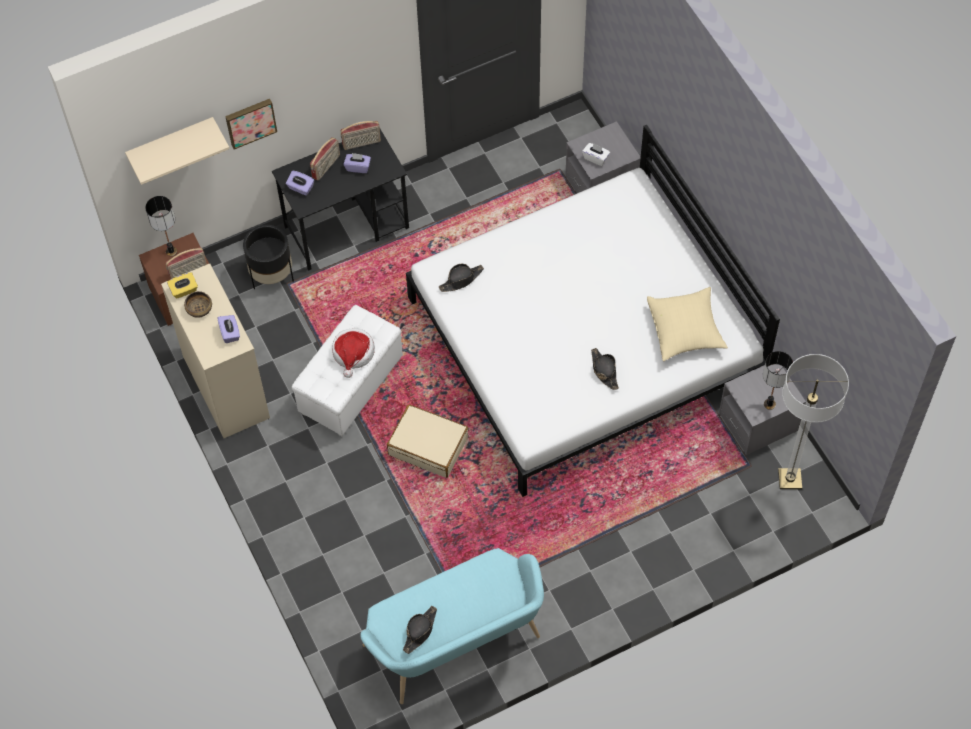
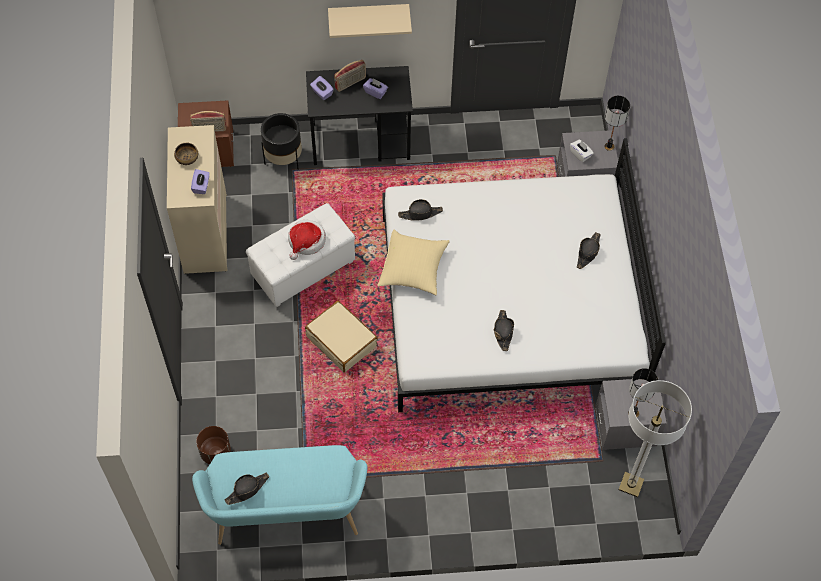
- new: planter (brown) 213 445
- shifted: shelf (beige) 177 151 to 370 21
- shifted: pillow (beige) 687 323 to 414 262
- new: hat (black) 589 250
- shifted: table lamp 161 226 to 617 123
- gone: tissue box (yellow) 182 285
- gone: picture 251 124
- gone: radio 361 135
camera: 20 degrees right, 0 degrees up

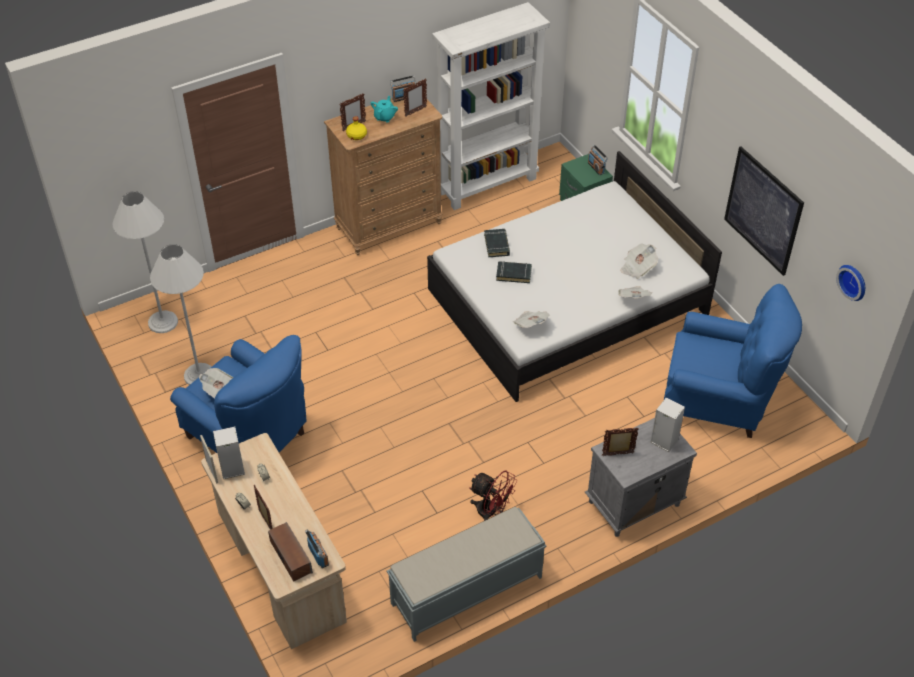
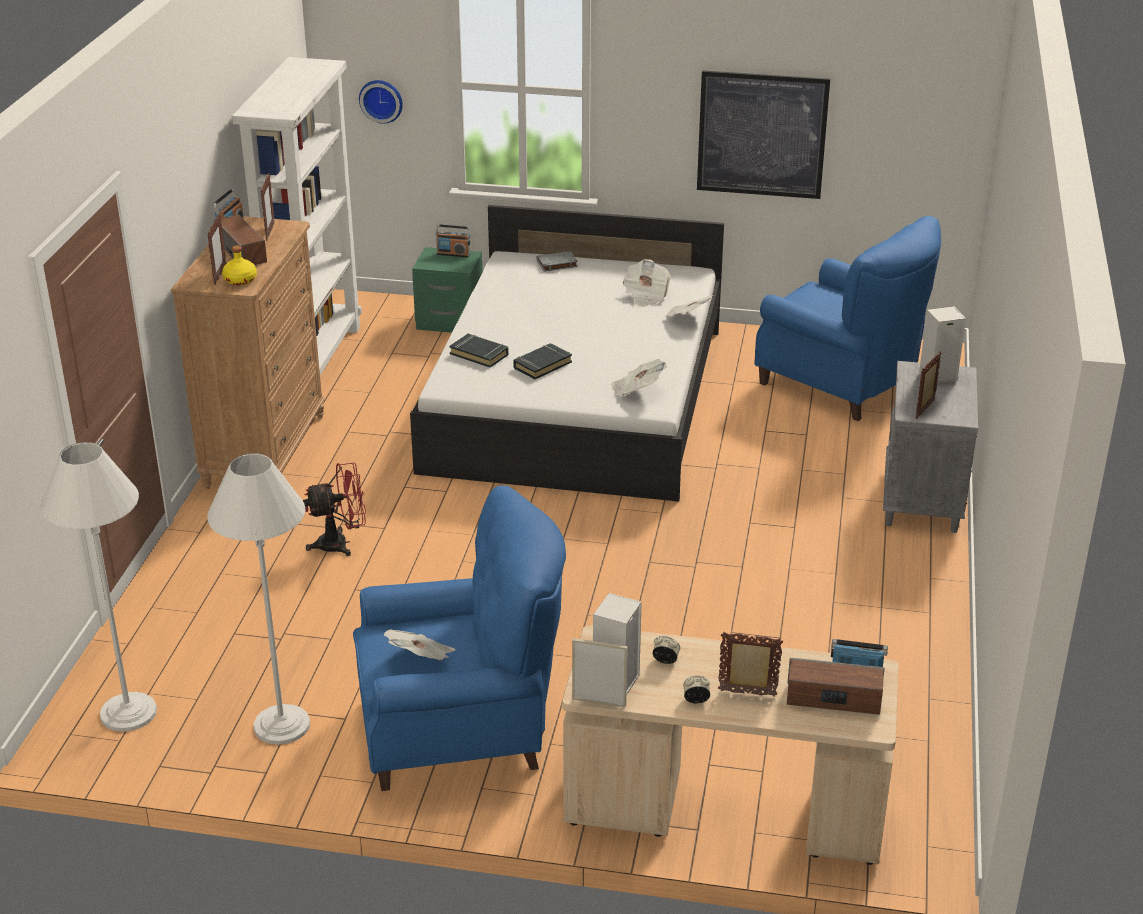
- swapped: teapot (turquoise) 384 109 to speaker 240 240
- shifted: fan (red) 493 496 to 334 509
- shifted: wall clock 850 283 to 381 102
- new: book (grey) 557 261
- rotated: armchair (blue) 733 361 = 847 318 75 degrees clockwise
- gone: bench (grey) 466 574
camera: 50 degrees left, 15 degrees down

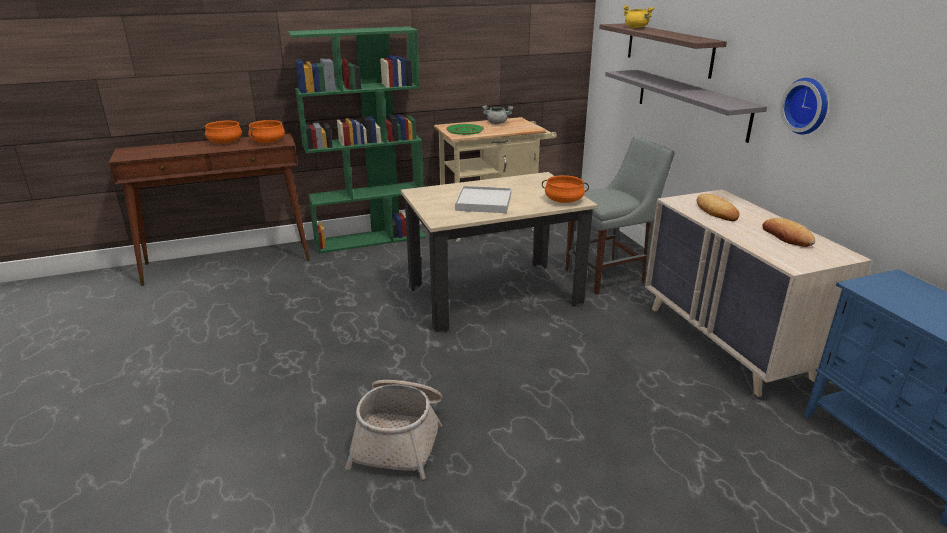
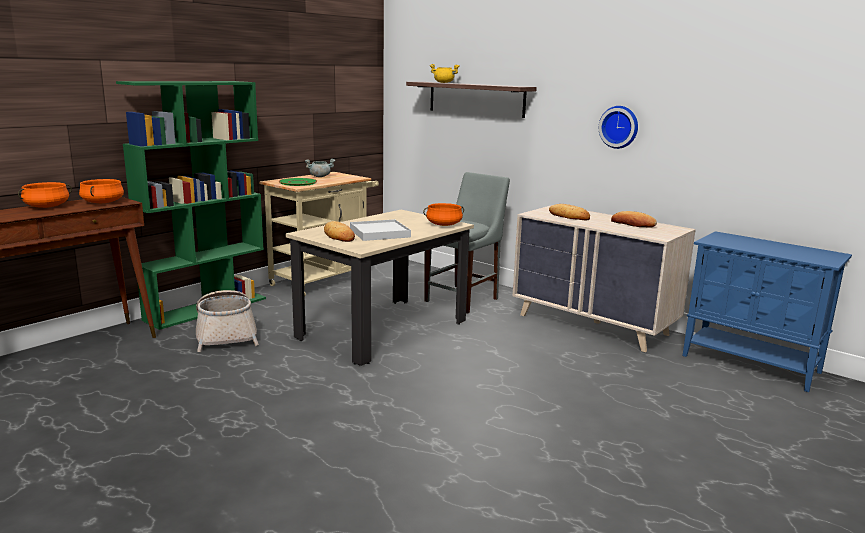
- shifted: basket 393 430 to 227 321
- new: bread 339 231
- gone: shelf (grey) 686 106
camera: 30 degrees left, 10 degrees down

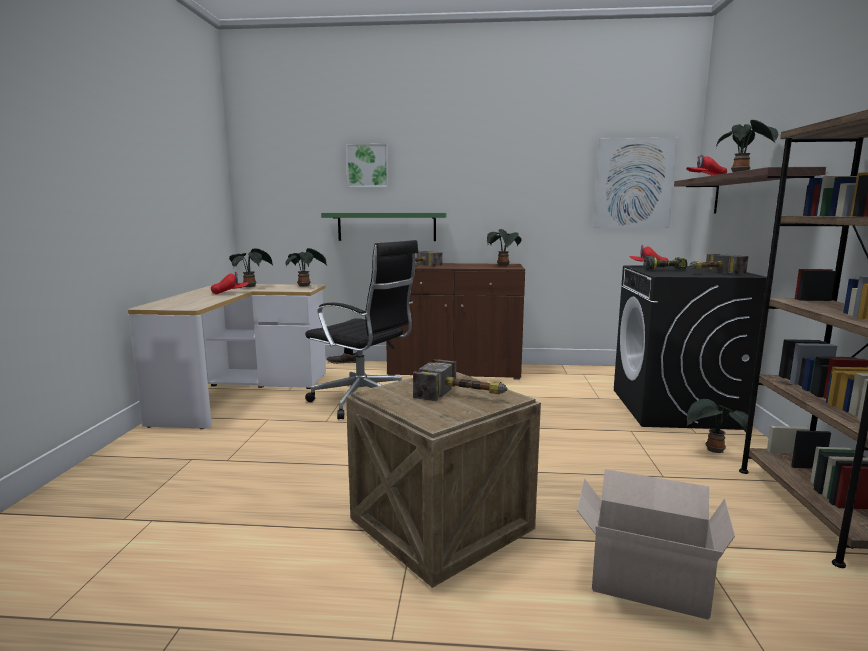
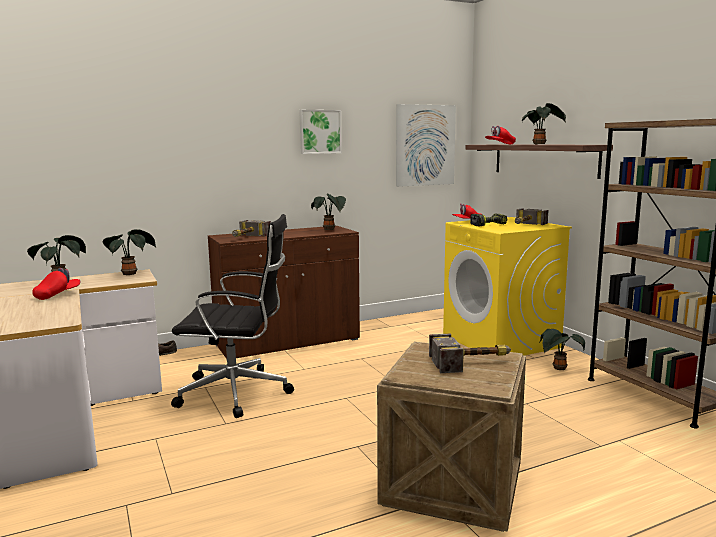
- shifted: picture 367 166 to 320 132
- repainted: washing machine (black) 690 347 to washing machine (yellow) 507 286
- gone: shelf (green) 384 227
- gone: cardboard box 656 544
camera: 30 degrees left, 0 degrees up

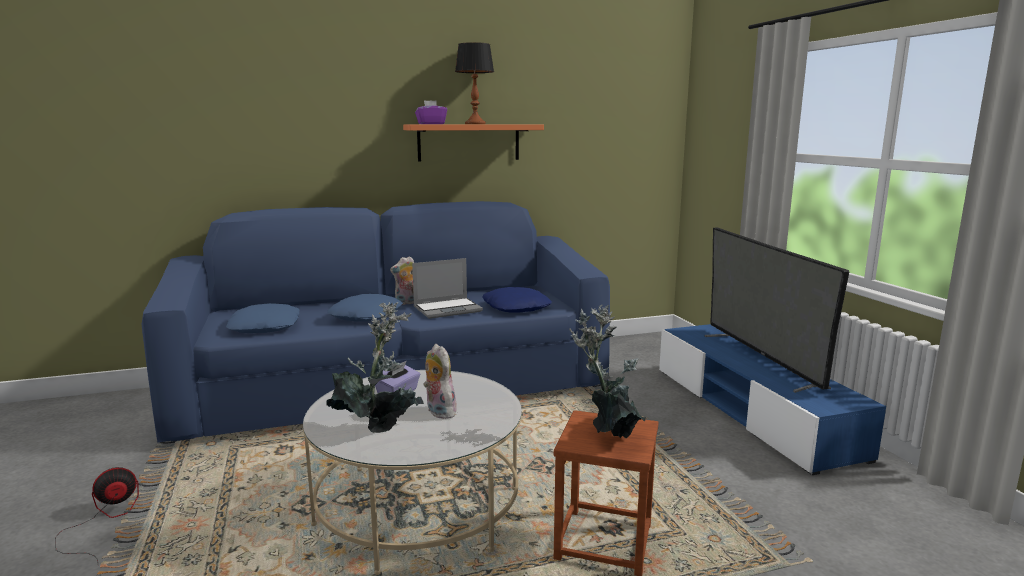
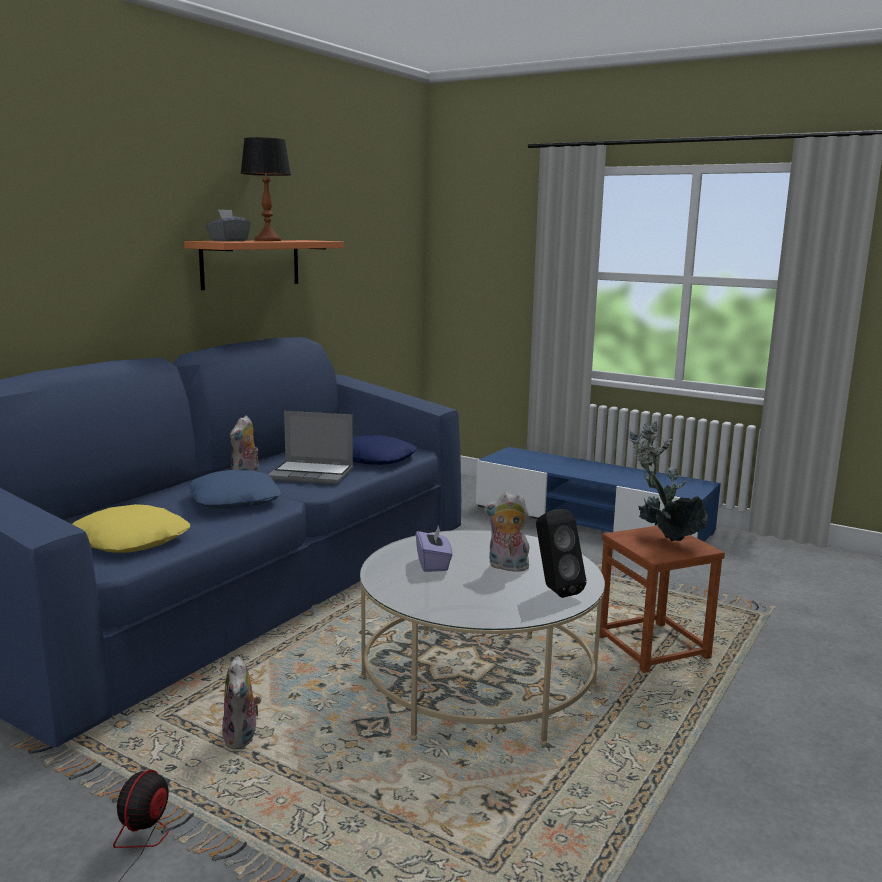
- repainted: pillow (blue) 262 318 to pillow (yellow) 131 528
- repainted: tissue box (purple) 431 112 to tissue box (grey) 228 225
- new: plush toy 241 702
- rotated: laptop 447 288 = 310 448 75 degrees clockwise
- new: speaker (black) 561 553
- gone: potted plant 375 367
- gone: television 777 310
camera: 40 degrees left, 0 degrees up

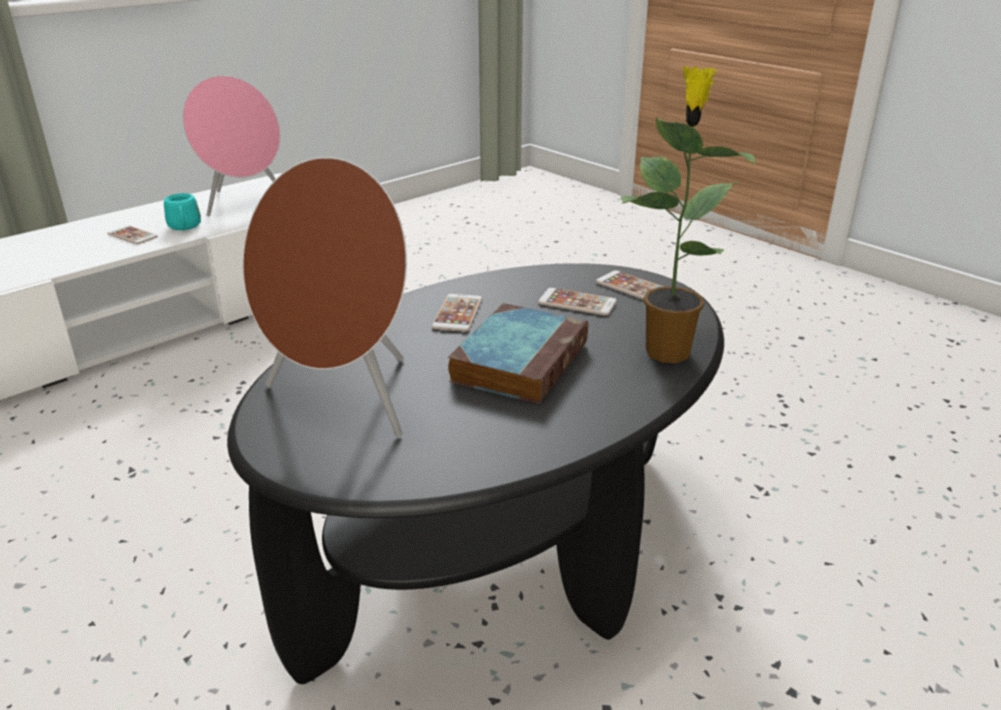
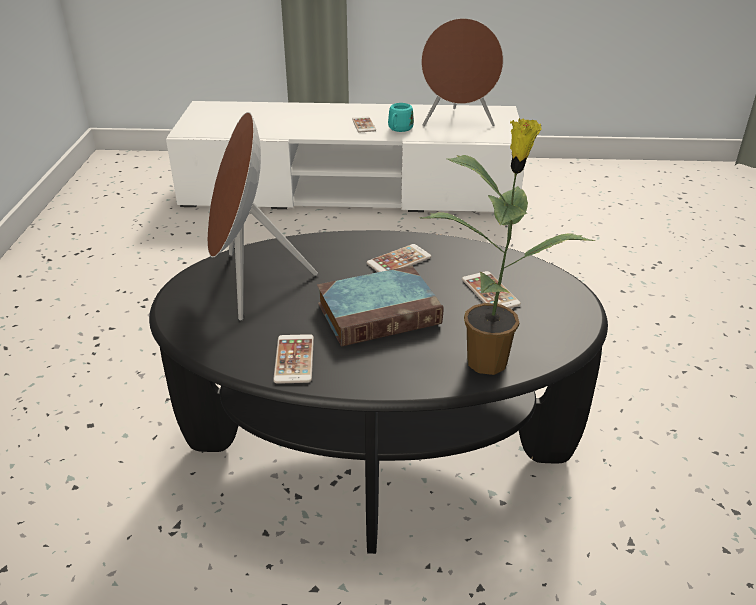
- shifted: phone 630 285 to 293 359
- repainted: speaker (pink) 231 145 to speaker (brown) 462 72
camera: 45 degrees right, 5 degrees up

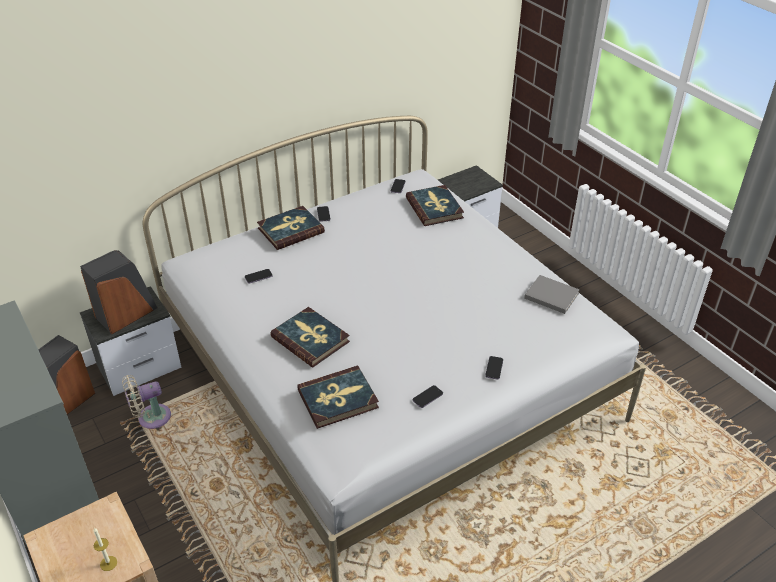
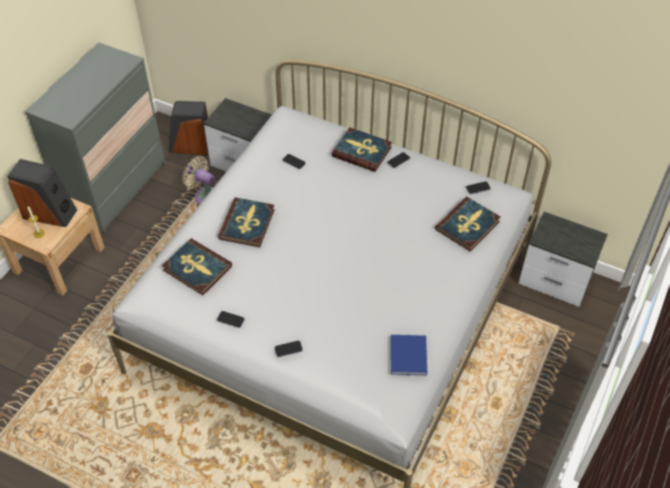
- shifted: speaker 118 292 to 42 193
- repainted: book (grey) 552 294 to book (blue) 408 355
camera: 60 degrees right, 10 degrees up

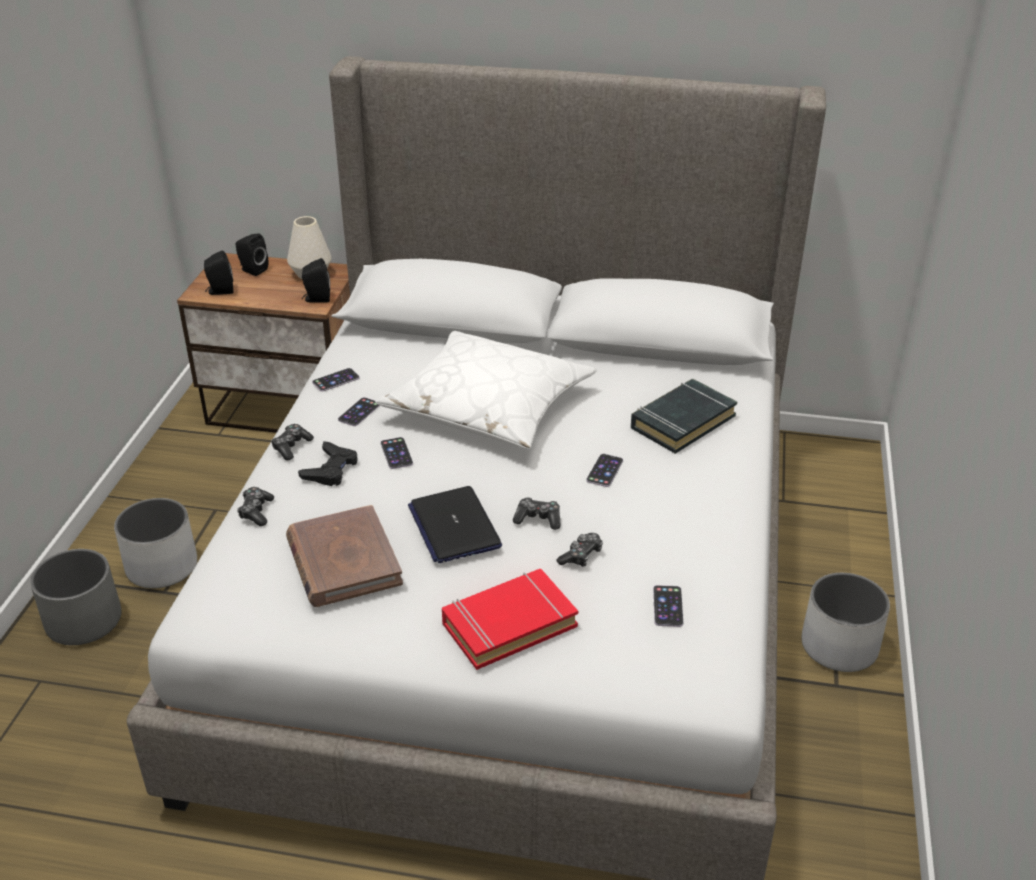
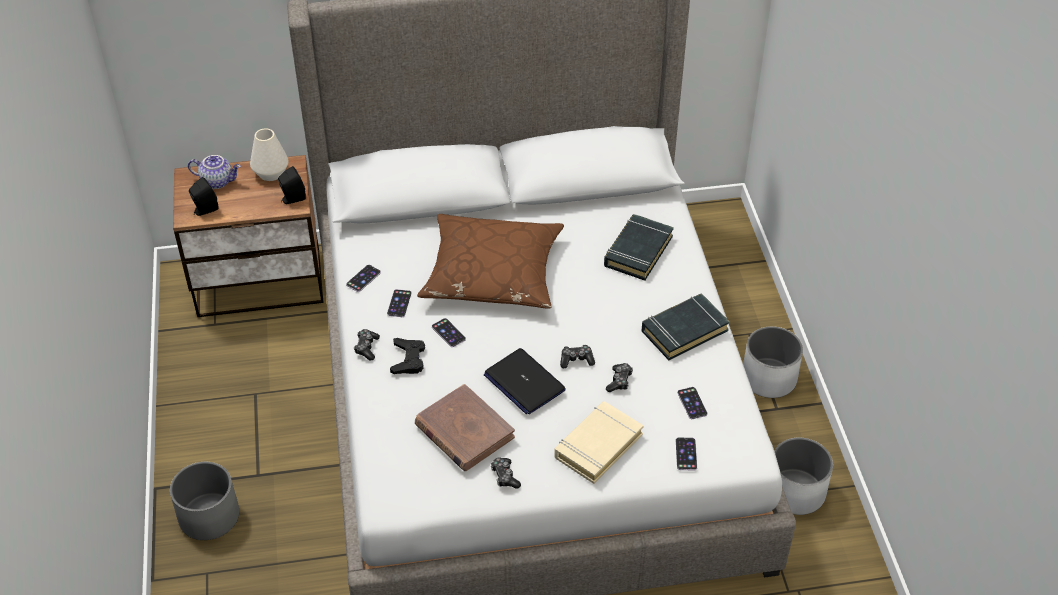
- swapped: speaker (black) 252 254 to teapot 214 172
- repainted: pillow (white) 486 390 to pillow (brown) 490 261
- shifted: game controller 255 506 to 506 473
- repainted: book (red) 510 619 to book (beige) 599 442
- new: book (black) 686 327
- shifted: phone 604 470 to 686 454
- shifted: planter (white) 155 543 to 803 476
camera: 20 degrees left, 10 degrees up

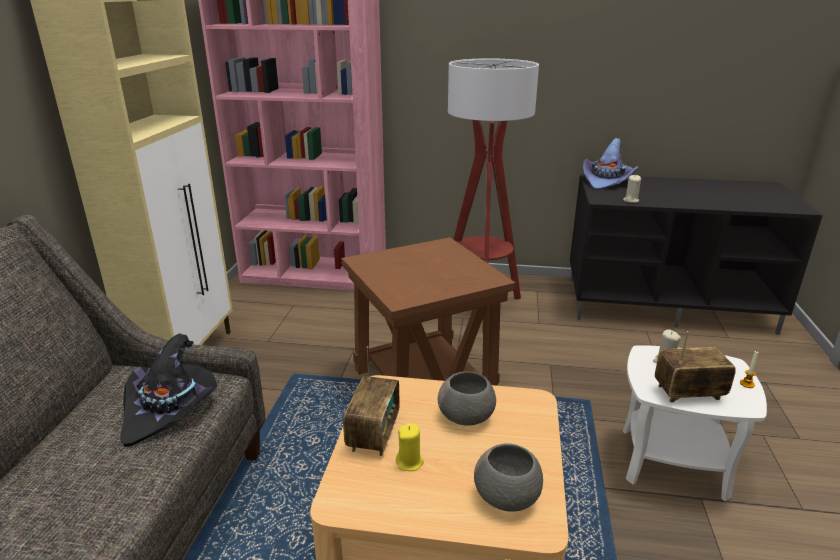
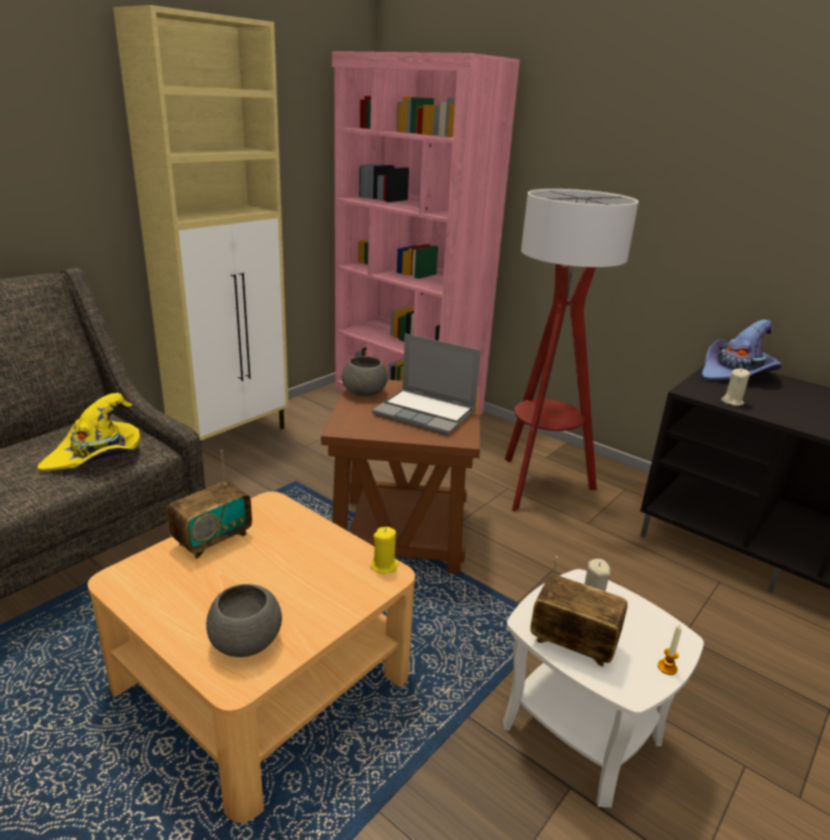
- repainted: hat (black) 168 390 to hat (yellow) 88 432
- shifted: bowl (grey) 467 399 to 365 376
- shifted: candle (yellow) 410 447 to 384 550
- new: laptop 426 384
camera: 30 degrees right, 0 degrees up

